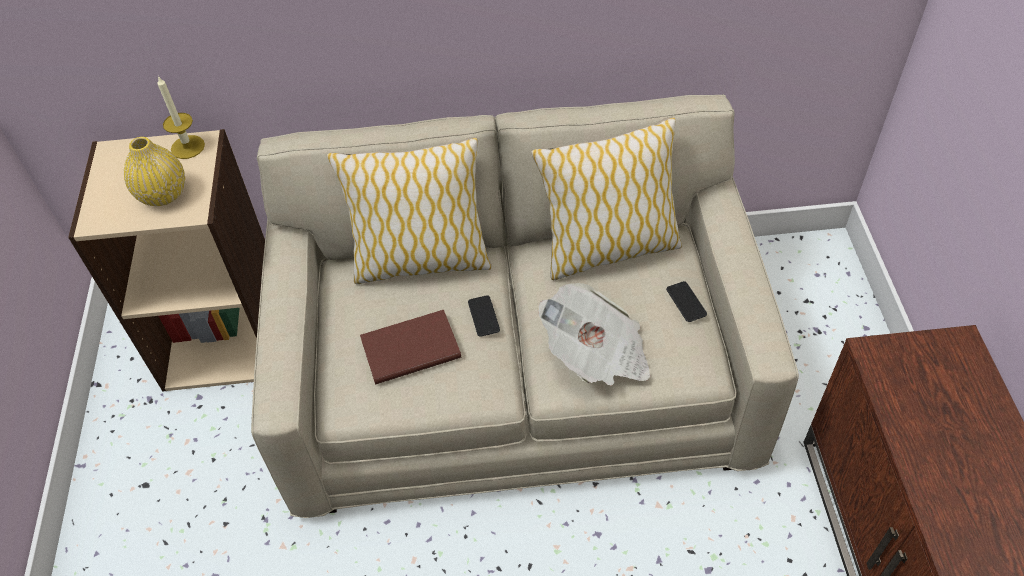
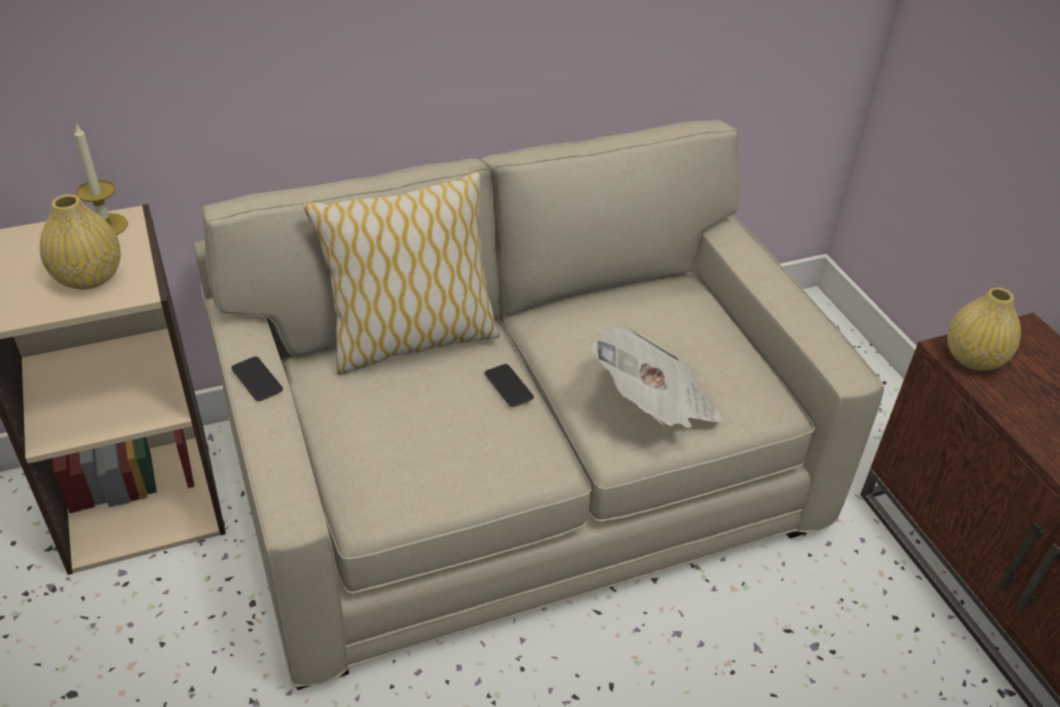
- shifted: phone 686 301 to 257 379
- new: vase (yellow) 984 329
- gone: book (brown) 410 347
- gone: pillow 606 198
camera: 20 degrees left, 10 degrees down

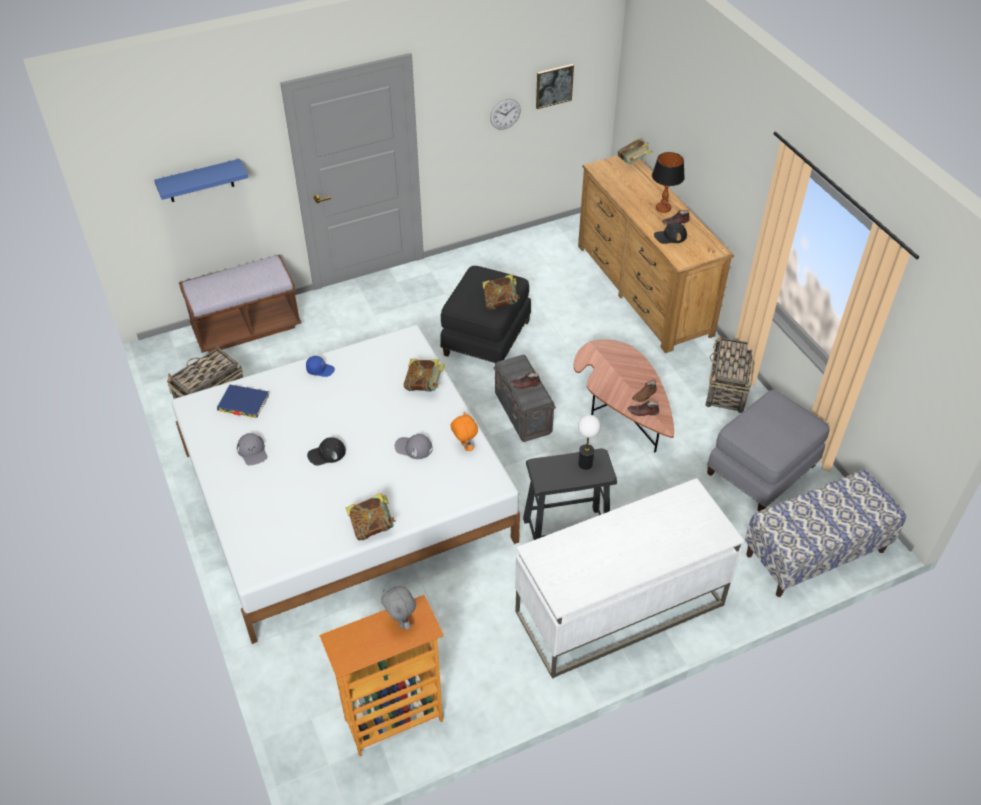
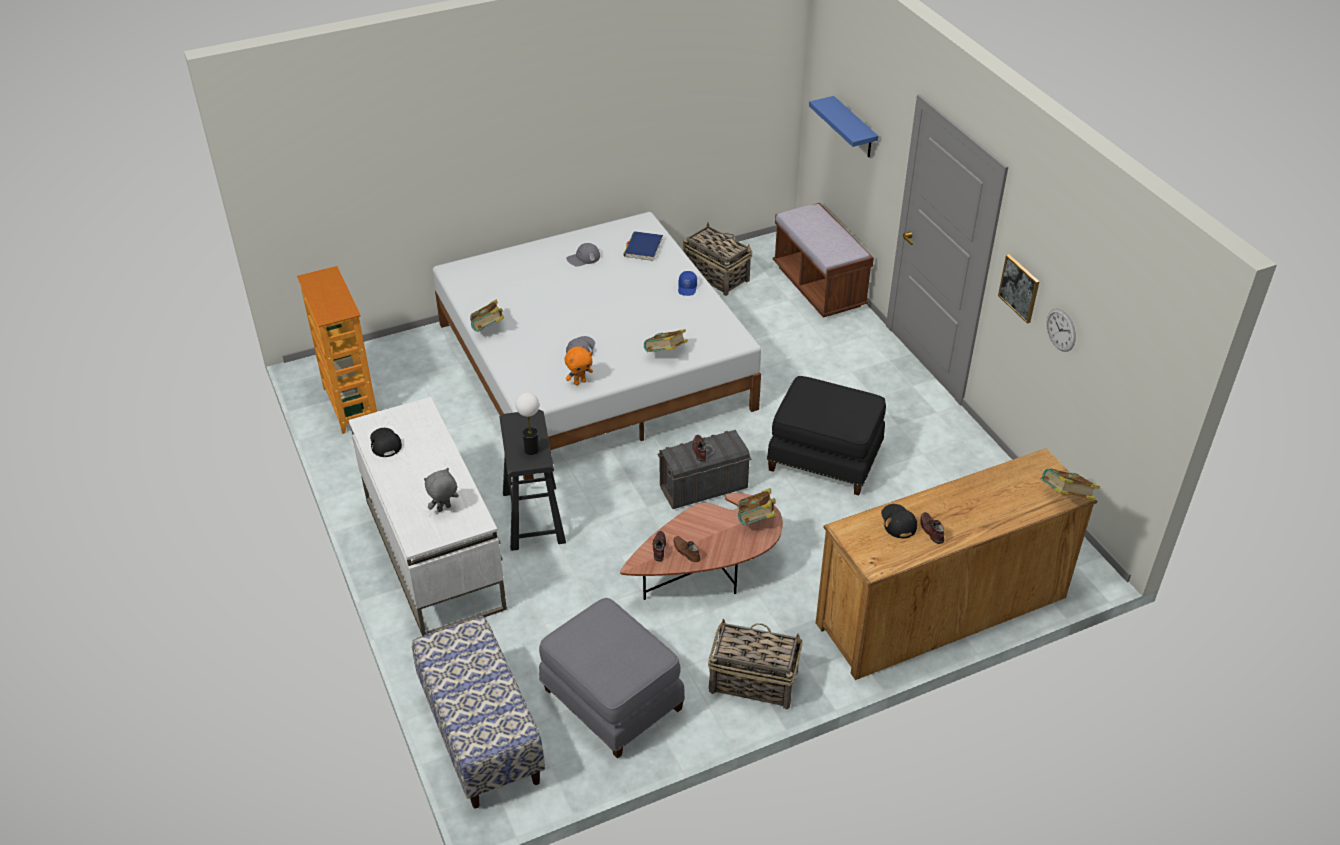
- shifted: cap (black) 326 451 to 386 442
- shifted: plush toy (grey) 398 608 to 441 490
- shifted: book 501 292 to 757 506
- shifted: picture 555 86 to 1018 289
- gone: table lamp 668 182
camera: 90 degrees right, 5 degrees down

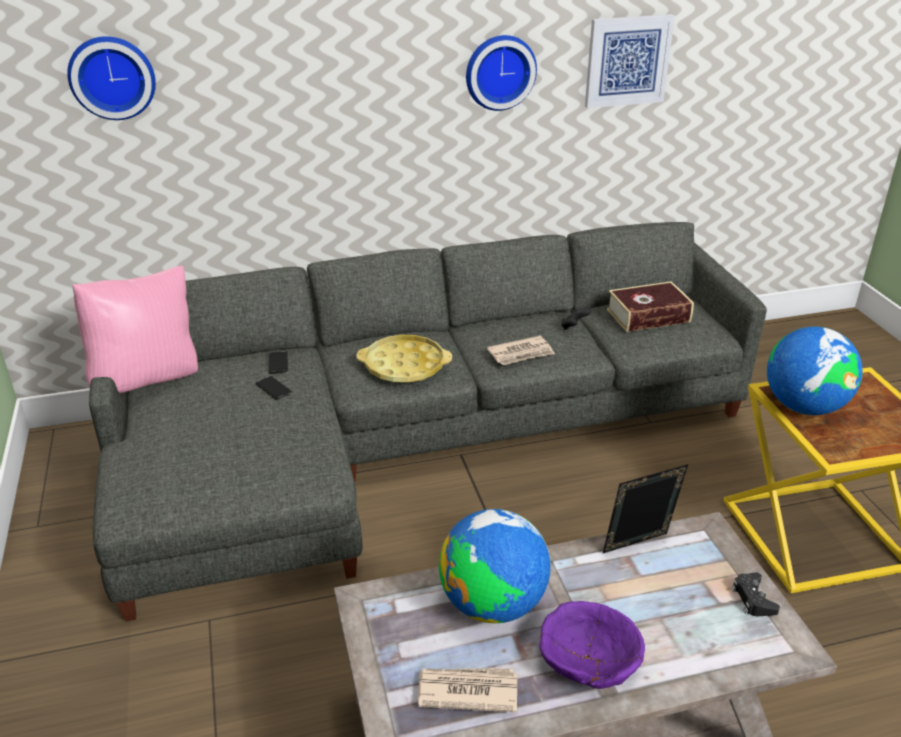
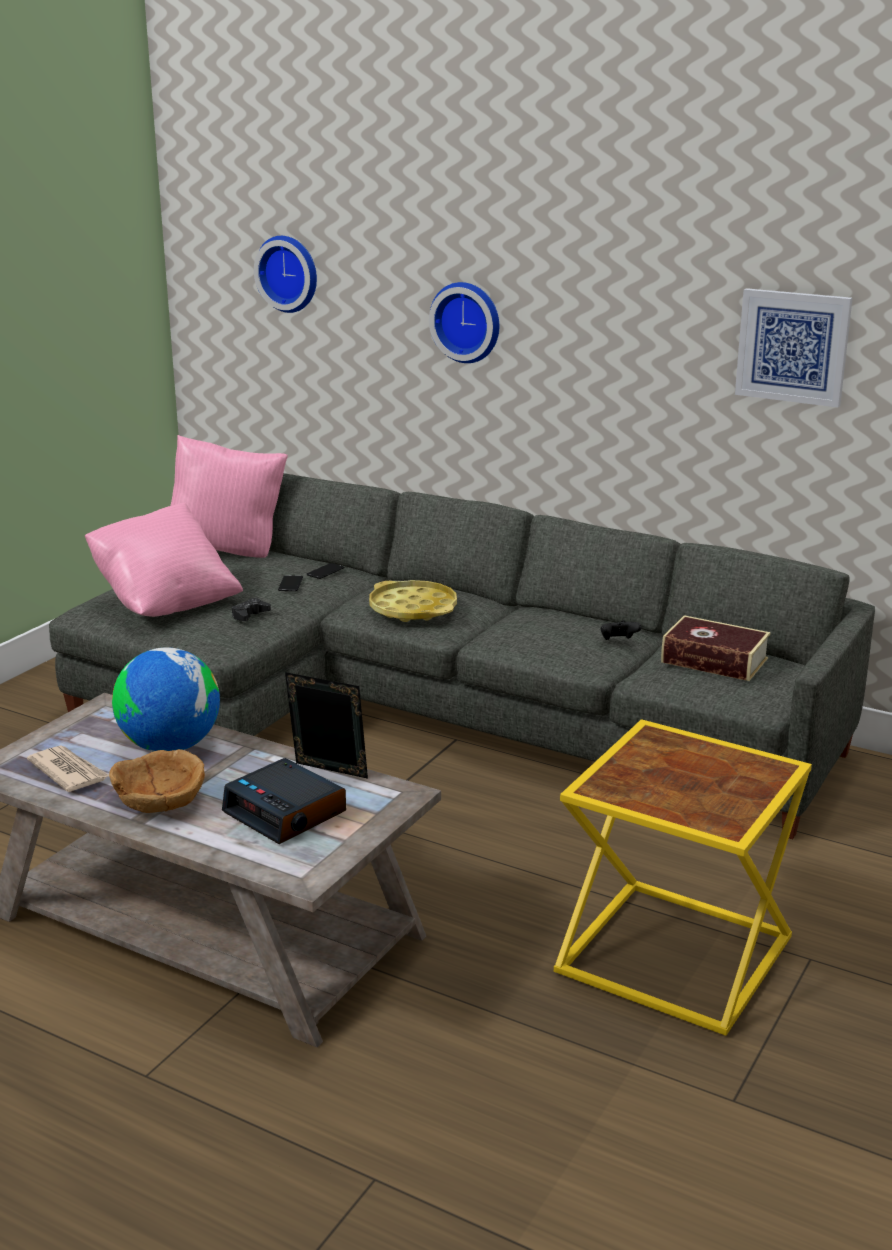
- new: pillow (pink) 164 559
- repainted: bowl (purple) 592 645 to bowl (brown) 157 781
- new: alarm clock 284 801
- shifted: game controller (black) 756 594 to 251 609
- shifted: wall clock 501 73 to 464 322
- gone: newspaper 521 350
- gone: globe 815 371
camera: 45 degrees right, 10 degrees down

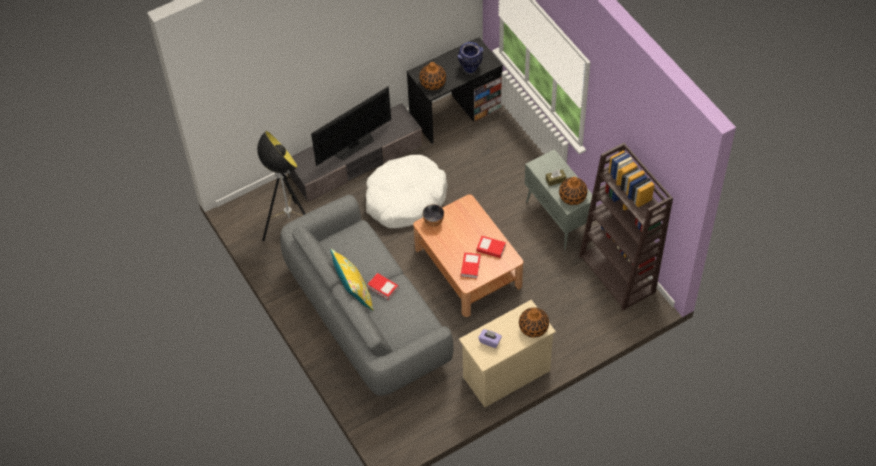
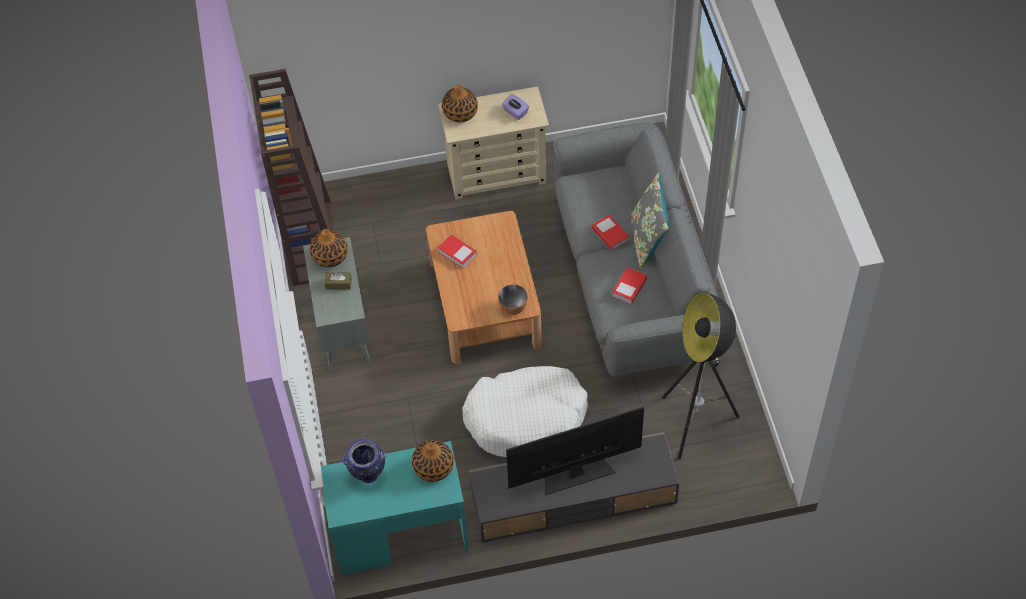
- repainted: desk (black) 455 90 to desk (turquoise) 395 508
- shifted: book 471 265 to 629 285
- repainted: pillow (yellow) 352 280 to pillow (grey) 650 221
camera: 160 degrees left, 0 degrees up

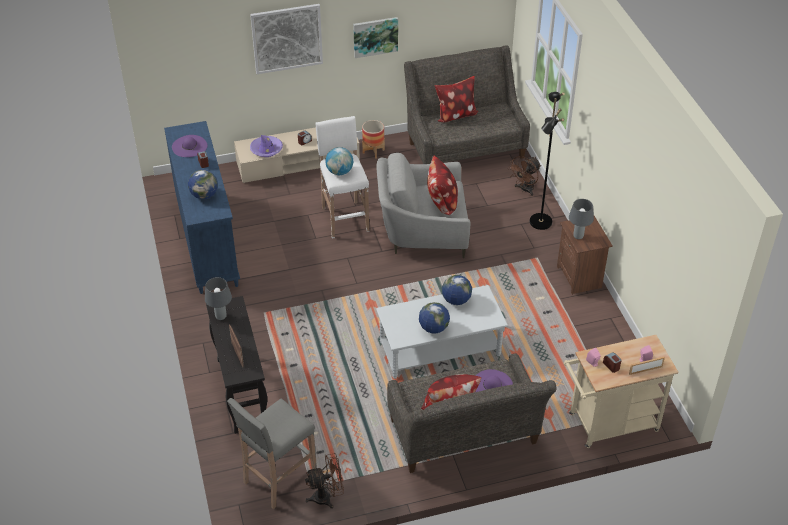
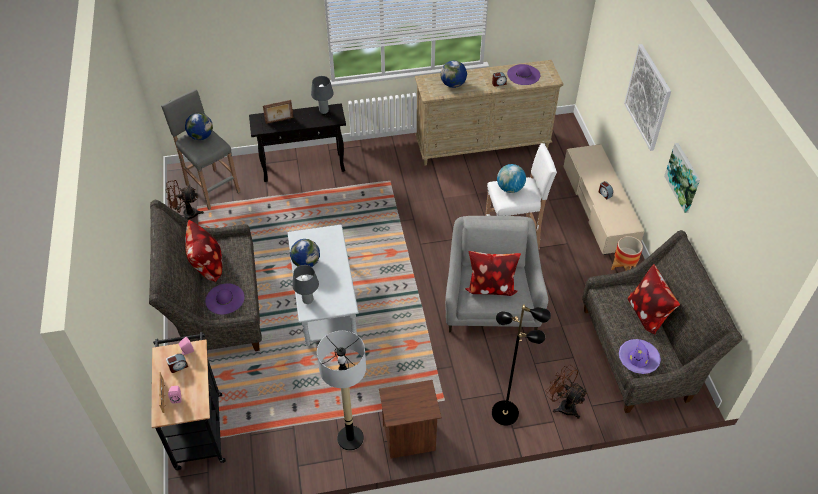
- repainted: cart (beige) 621 391 to cart (black) 188 401
- rotated: fan (brown) 324 481 = 185 200 90 degrees clockwise
- shifted: globe 457 290 to 199 126
- shifted: table lamp (grey) 581 219 to 305 284
- new: floor lamp 341 391
- repainted: dresser (blue) 202 207 to dresser (beige) 489 113
- shifted: hat (purple) 266 146 to 640 356
camera: 95 degrees right, 5 degrees up

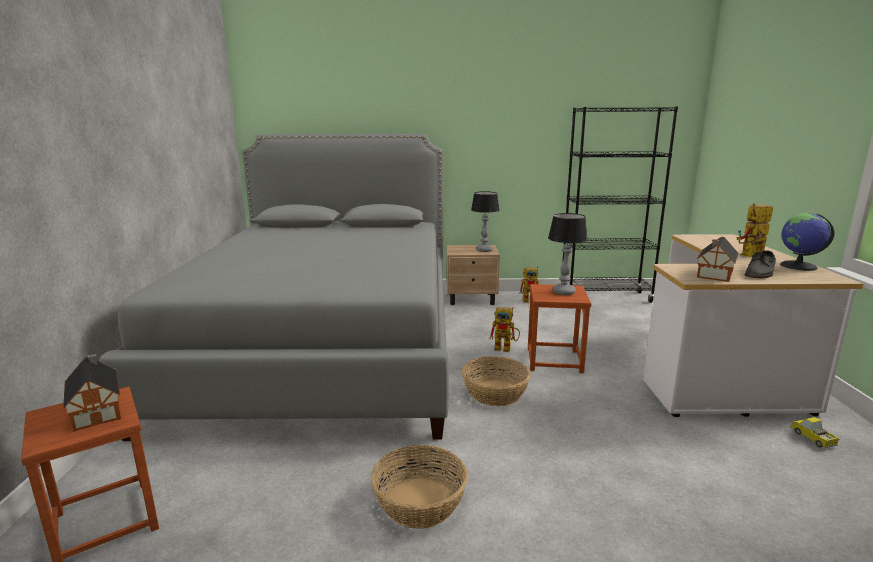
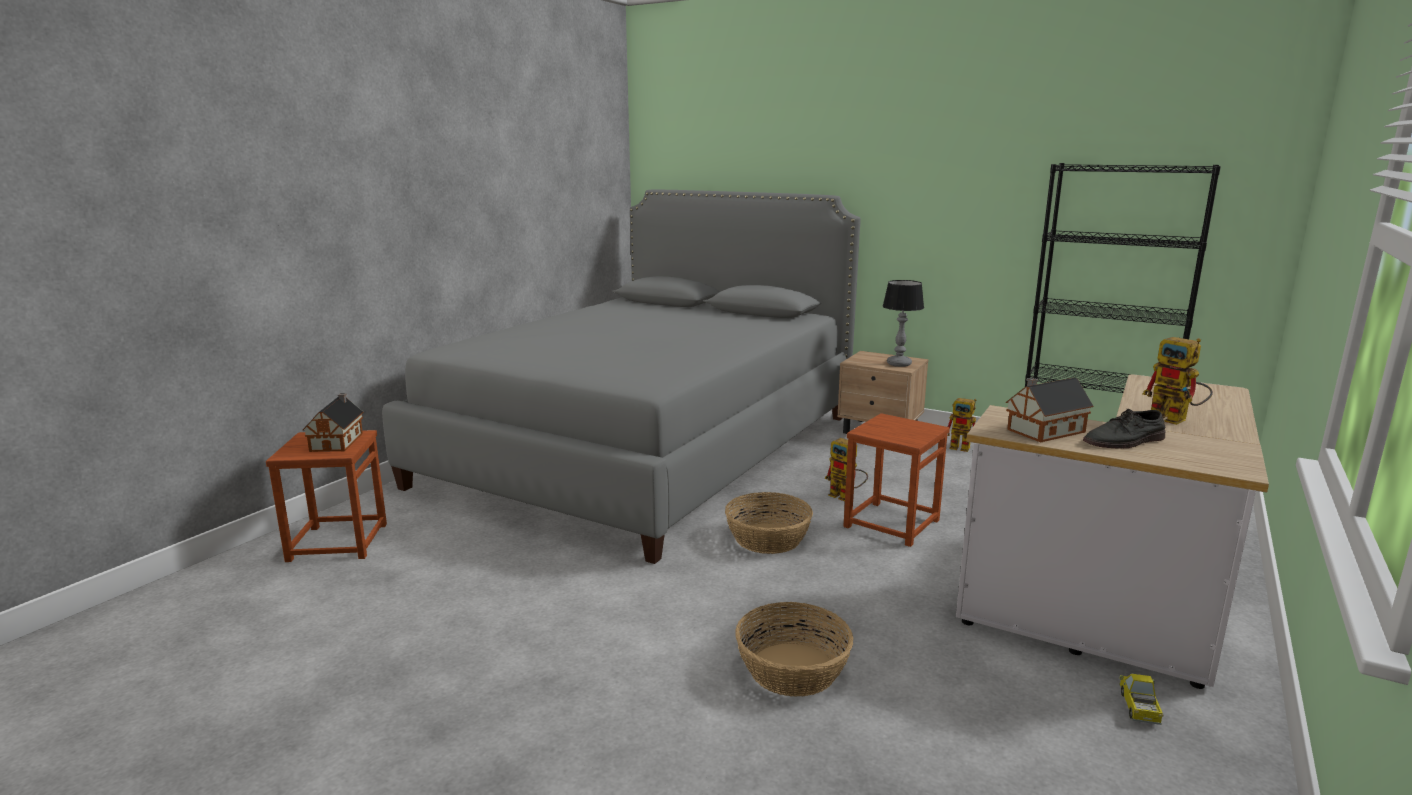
- shifted: basket 419 487 to 794 649
- rotated: toy robot 754 230 = 1178 381 135 degrees counterclockwise
- gone: table lamp 568 254
- gone: globe 807 242
camera: 30 degrees right, 0 degrees up

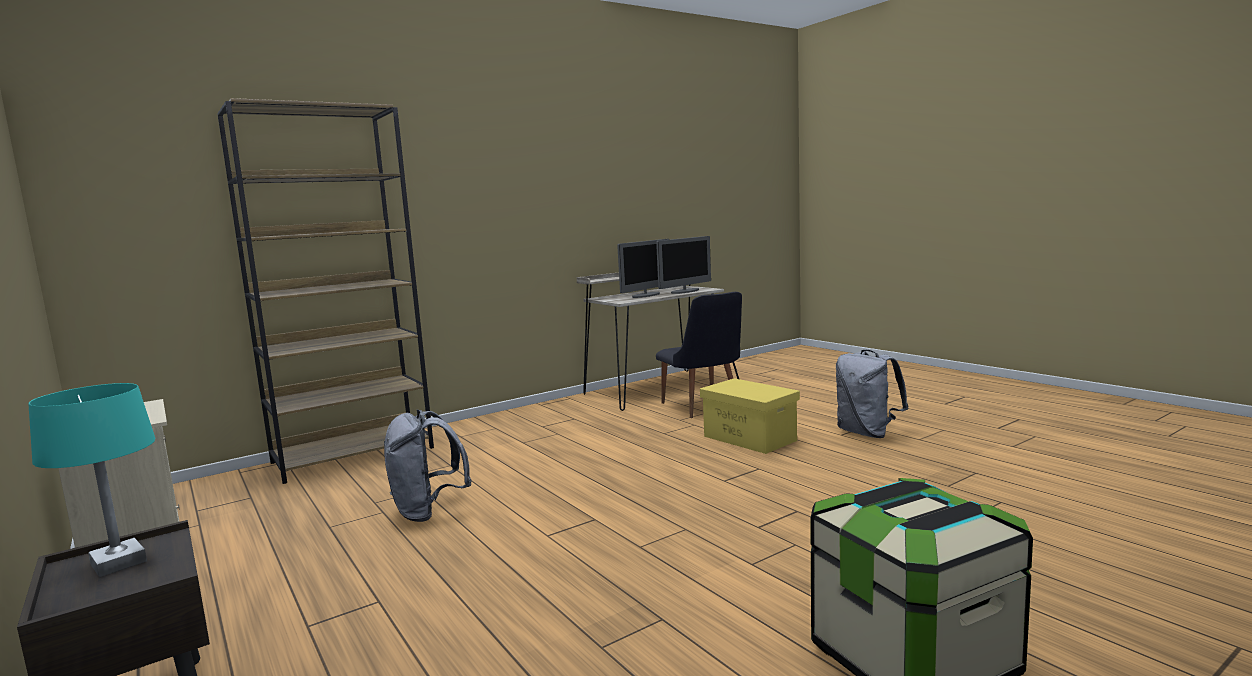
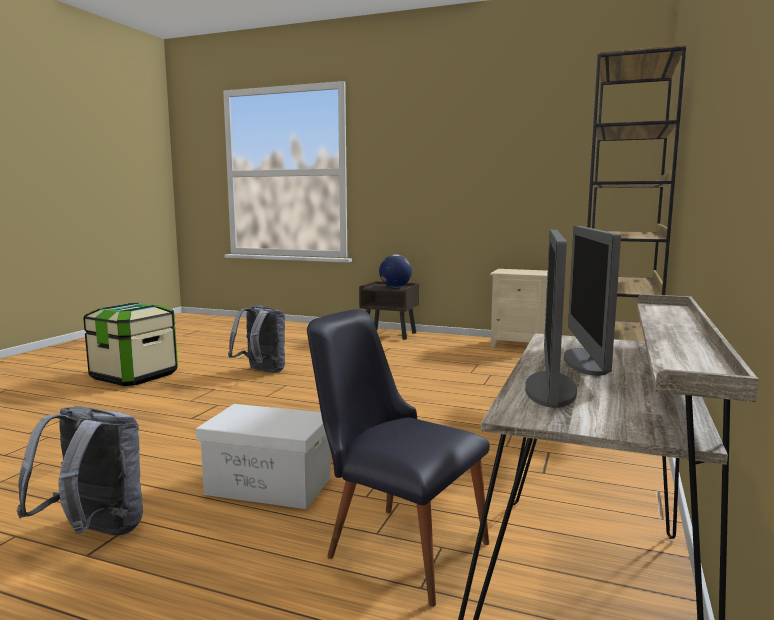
- repainted: storage box (yellow) 750 416 to storage box (white) 263 456
- shifted: backpack (grey) 428 466 to 256 339
- swapped: table lamp (turquoise) 91 480 to globe 395 271
camera: 145 degrees right, 0 degrees up

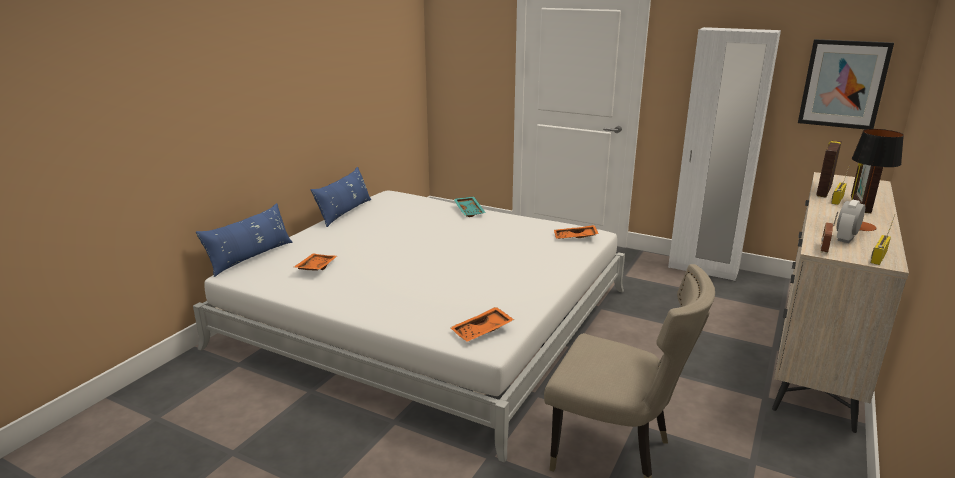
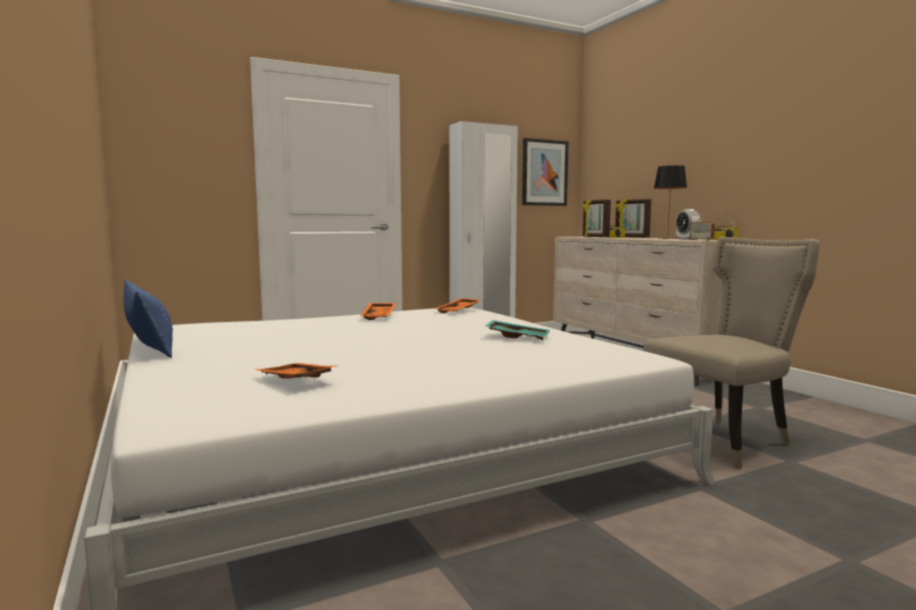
- shifted: tray (orange) 482 324 to 378 311
- shifted: tray (turquoise) 470 207 to 517 330
- gone: pillow (blue) 244 240
camera: 55 degrees left, 15 degrees down

